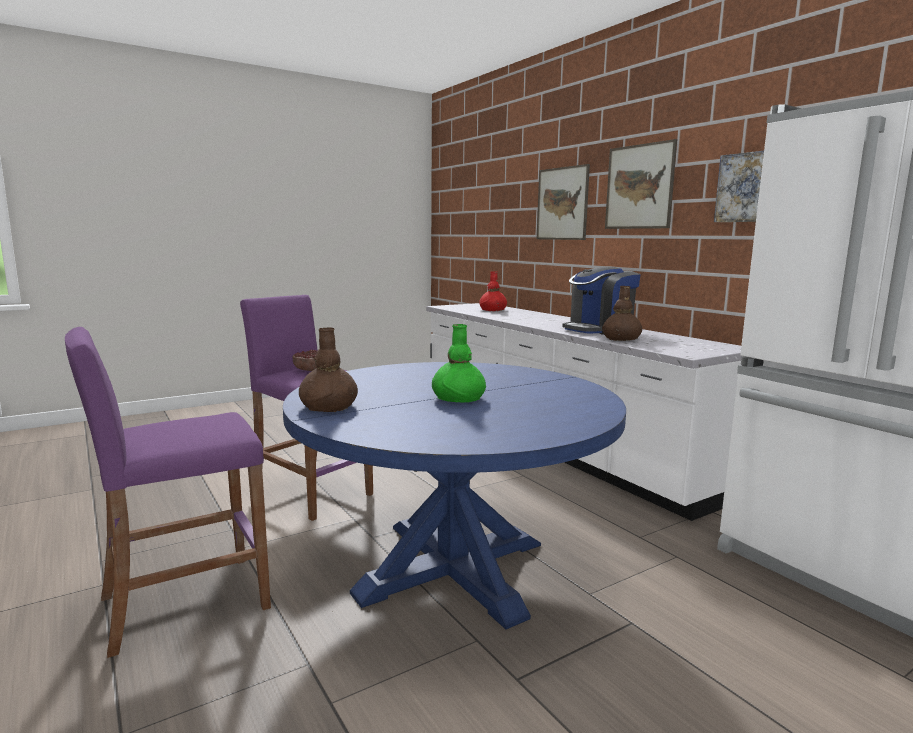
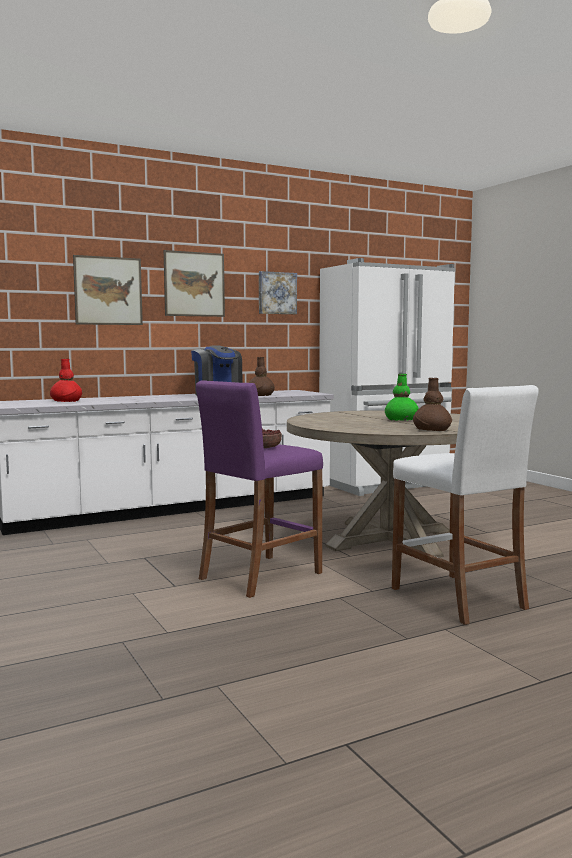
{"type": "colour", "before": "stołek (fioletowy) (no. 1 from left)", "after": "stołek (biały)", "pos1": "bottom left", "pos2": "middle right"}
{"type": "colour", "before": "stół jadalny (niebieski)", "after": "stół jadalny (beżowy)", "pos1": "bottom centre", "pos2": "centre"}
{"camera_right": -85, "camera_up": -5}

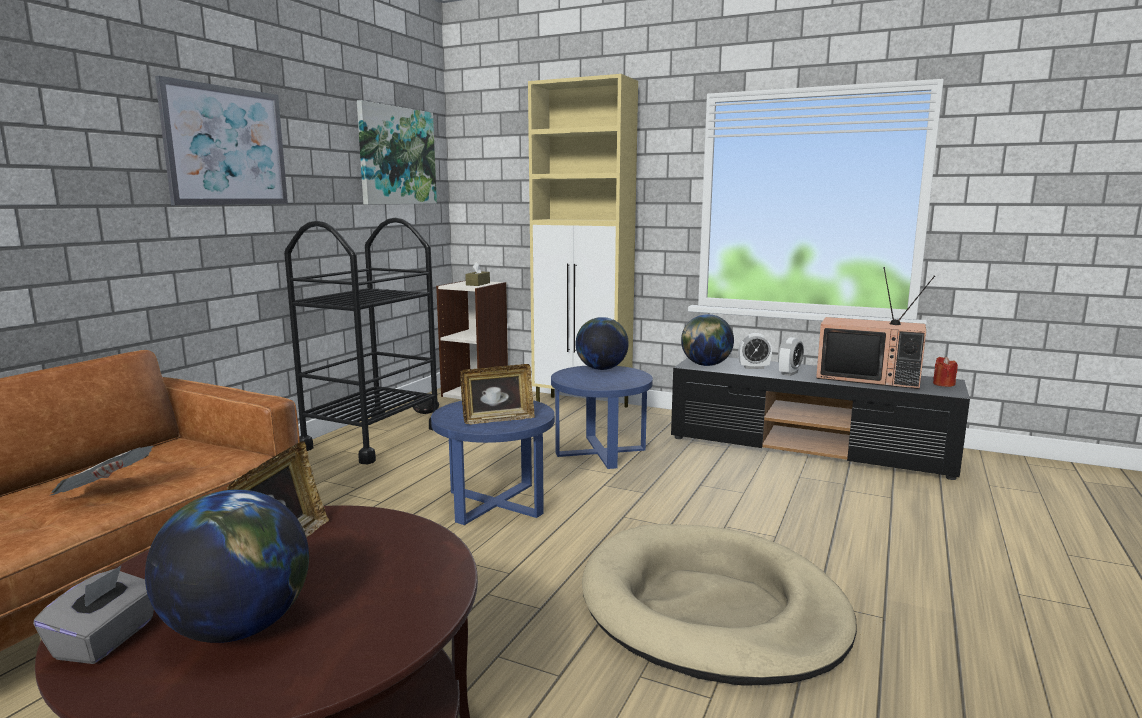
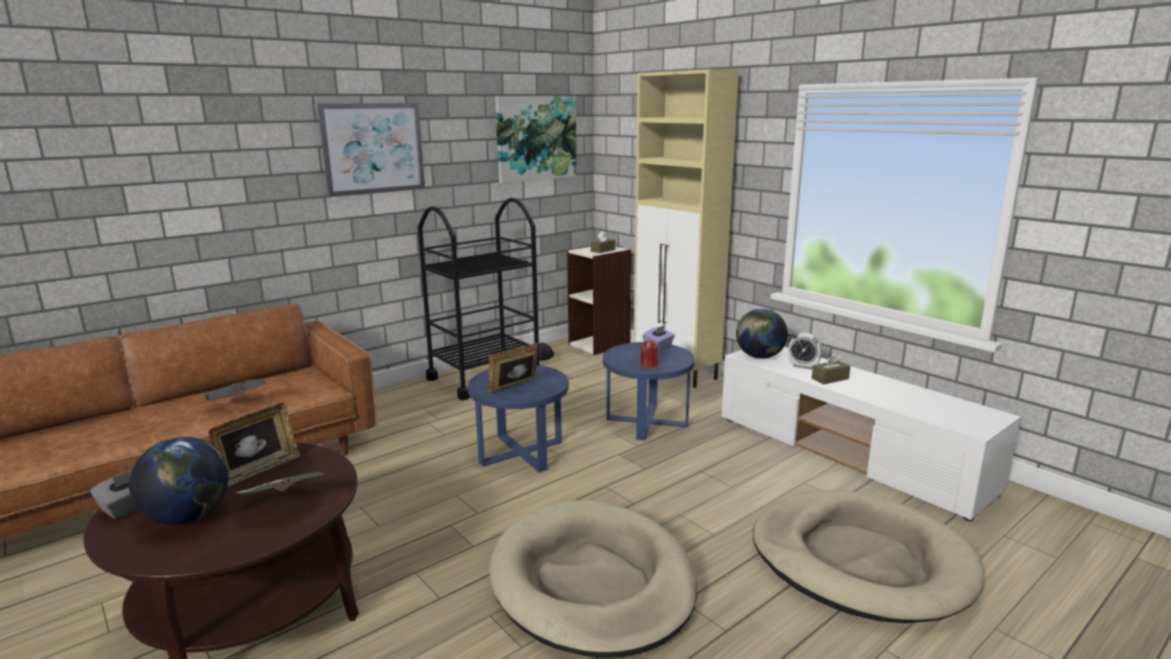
{"type": "missing", "before": "telewizor", "pos1": "middle right"}
{"type": "exchanged", "before": "globus (no. 2 from left)", "after": "pudełko chusteczek (fioletowy)", "pos1": "centre", "pos2": "centre"}
{"type": "exchanged", "before": "budzik (no. 2 from left)", "after": "pudełko chusteczek (brązowy) (no. 2 from left)", "pos1": "middle right", "pos2": "middle right"}
{"type": "colour", "before": "szafka pod telewizor (czarny)", "after": "szafka pod telewizor (biały)", "pos1": "middle right", "pos2": "middle right"}
{"type": "relocated", "before": "świeca (czerwony)", "pos1": "middle right", "pos2": "centre"}
{"type": "spun", "before": "ramka na zdjęcie (no. 2 from left)", "pos1": "centre", "pos2": "centre", "turn": 135}
{"type": "appeared", "after": "gazeta (no. 2 from left)", "pos2": "bottom left"}
{"type": "appeared", "after": "legowisko (beżowy) (no. 2 from left)", "pos2": "bottom right"}
{"camera_right": 25, "camera_up": 5}

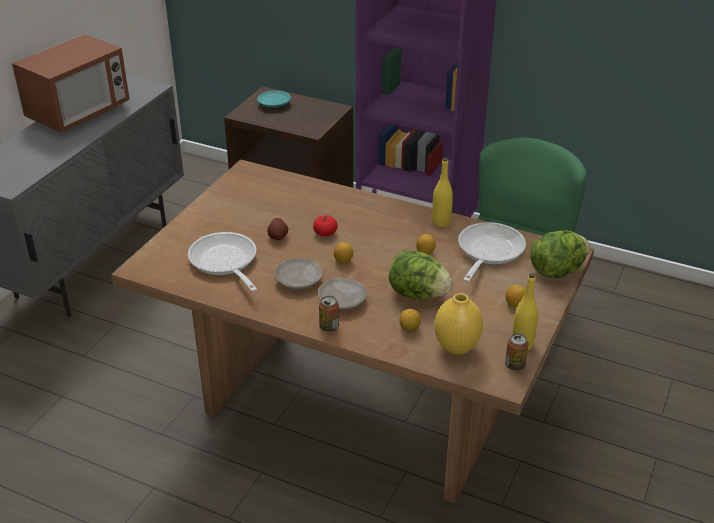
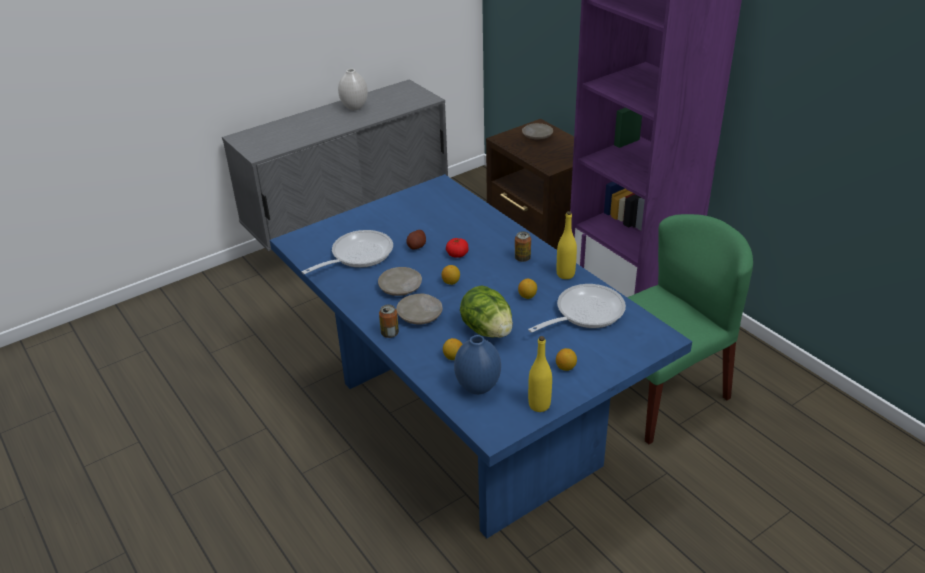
{"type": "exchanged", "before": "mikrofalówka", "after": "wazon (biały)", "pos1": "top left", "pos2": "top centre"}
{"type": "colour", "before": "talerz (turkusowy)", "after": "talerz (beżowy) (no. 3 from left)", "pos1": "top centre", "pos2": "top centre"}
{"type": "colour", "before": "stół jadalny (brązowy)", "after": "stół jadalny (niebieski)", "pos1": "centre", "pos2": "centre"}
{"type": "missing", "before": "sałata (no. 2 from left)", "pos1": "middle right"}
{"type": "spun", "before": "patelnia (no. 1 from left)", "pos1": "middle left", "pos2": "centre", "turn": 45}
{"type": "colour", "before": "wazon (żółty)", "after": "wazon (niebieski)", "pos1": "centre", "pos2": "centre"}
{"type": "relocated", "before": "puszka (no. 2 from left)", "pos1": "bottom right", "pos2": "centre"}
{"camera_right": 30, "camera_up": 0}

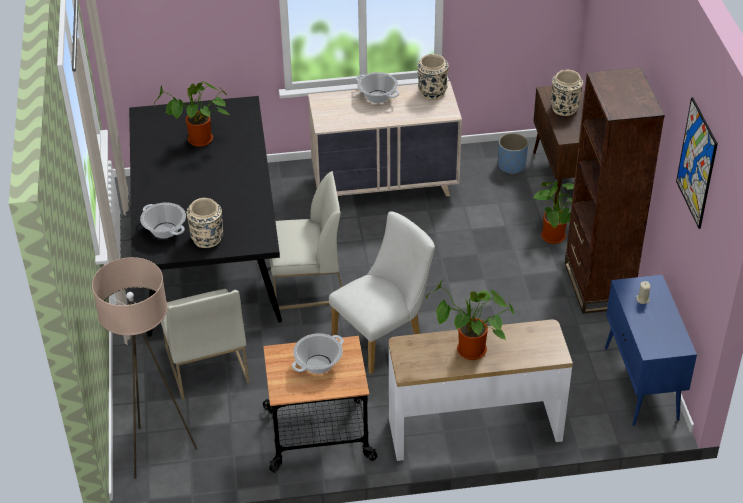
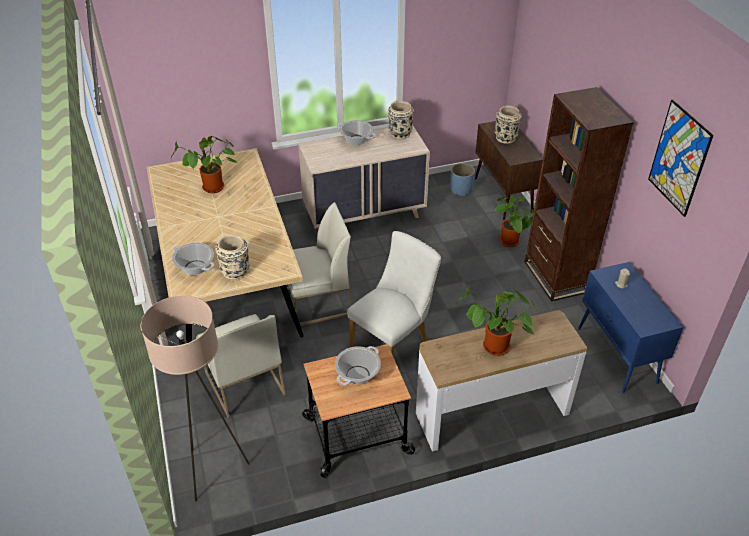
{"type": "colour", "before": "stół jadalny (czarny)", "after": "stół jadalny (beżowy)", "pos1": "middle left", "pos2": "middle left"}
{"camera_right": -10, "camera_up": 0}

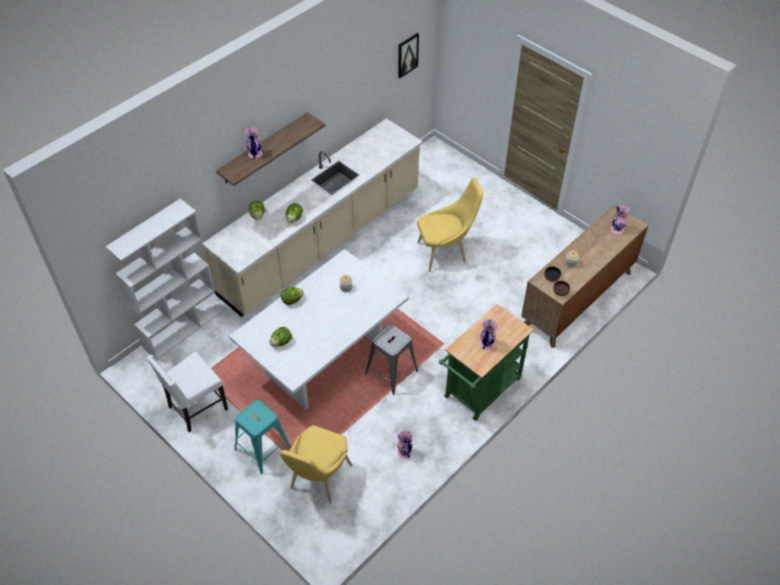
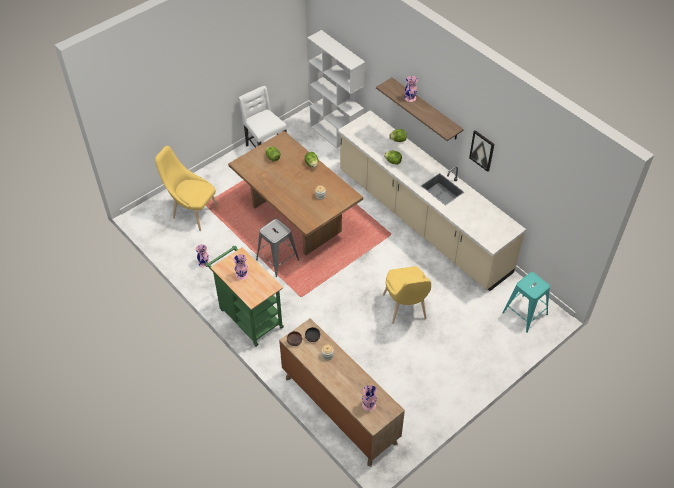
{"type": "relocated", "before": "obraz", "pos1": "top centre", "pos2": "top right"}
{"type": "colour", "before": "stół jadalny (biały)", "after": "stół jadalny (brązowy)", "pos1": "centre", "pos2": "centre"}
{"type": "relocated", "before": "stołek (turkusowy)", "pos1": "bottom centre", "pos2": "middle right"}
{"camera_right": 95, "camera_up": 0}

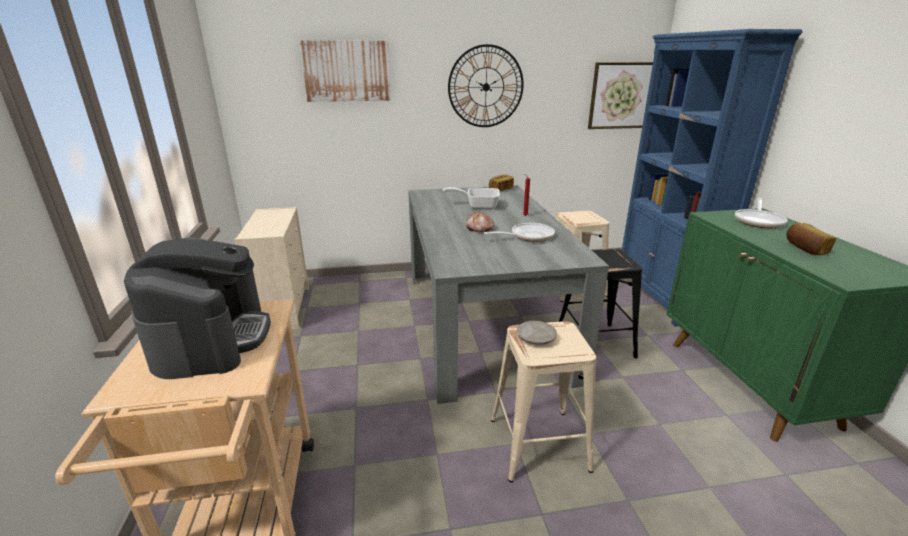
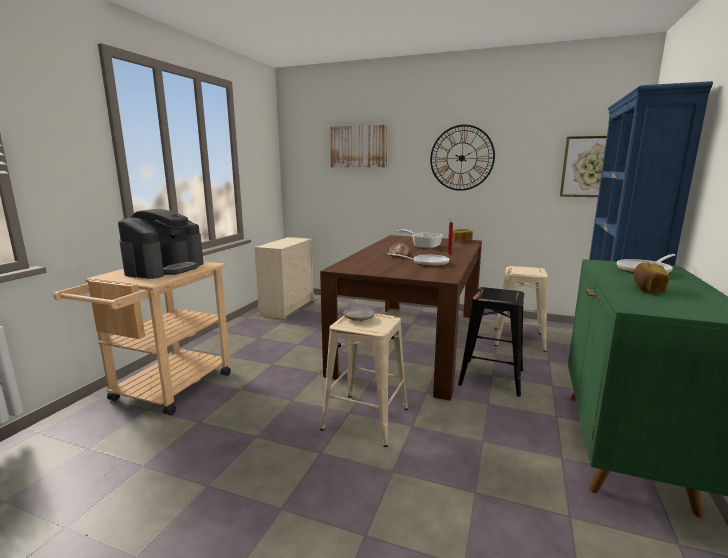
{"type": "colour", "before": "stół jadalny (szary)", "after": "stół jadalny (brązowy)", "pos1": "centre", "pos2": "centre"}
{"camera_right": 30, "camera_up": -10}

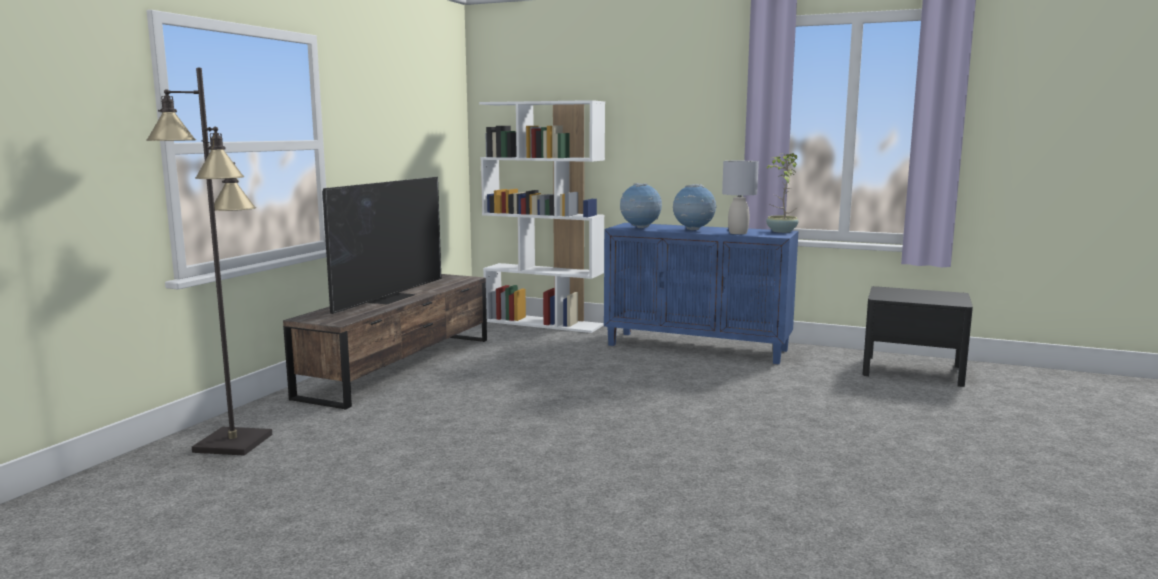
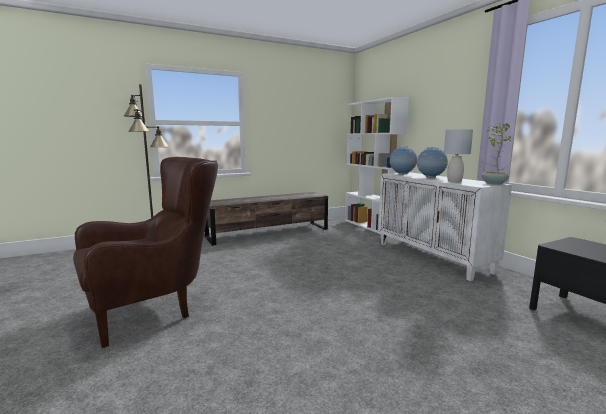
{"type": "missing", "before": "telewizor", "pos1": "middle left"}
{"type": "colour", "before": "szafka (niebieski)", "after": "szafka (biały)", "pos1": "centre", "pos2": "middle right"}
{"type": "appeared", "after": "fotel (brązowy)", "pos2": "middle left"}
{"camera_right": 40, "camera_up": 0}

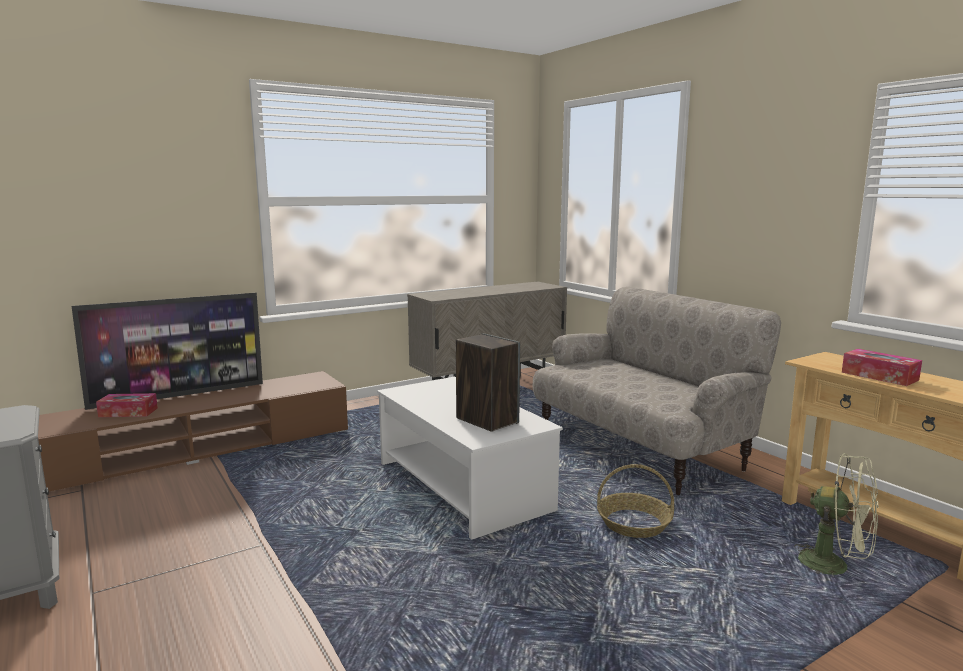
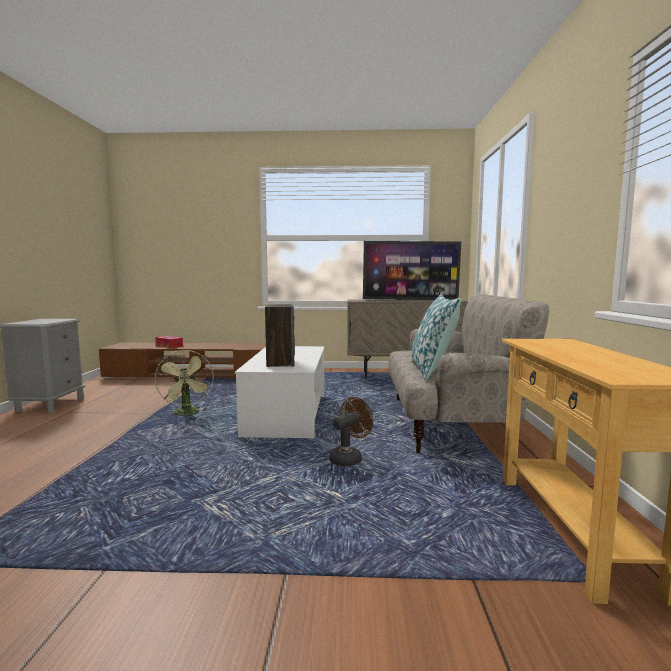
{"type": "relocated", "before": "telewizor", "pos1": "middle left", "pos2": "centre"}
{"type": "missing", "before": "pudełko chusteczek (no. 2 from left)", "pos1": "middle right"}
{"type": "relocated", "before": "wentylator (zielony)", "pos1": "bottom right", "pos2": "middle left"}
{"type": "exchanged", "before": "koszyk", "after": "wentylator (brązowy)", "pos1": "bottom centre", "pos2": "centre"}
{"type": "appeared", "after": "poduszka", "pos2": "centre"}
{"camera_right": 35, "camera_up": -5}

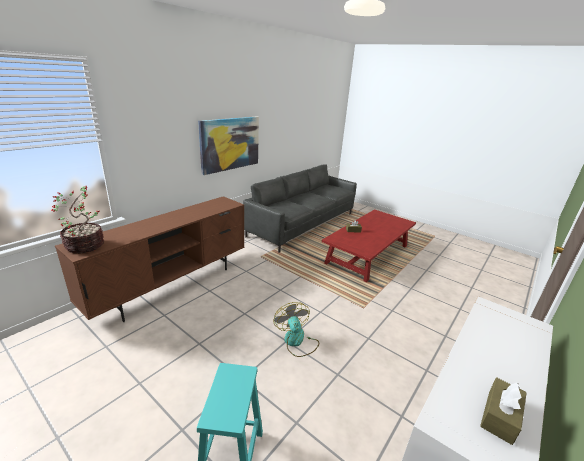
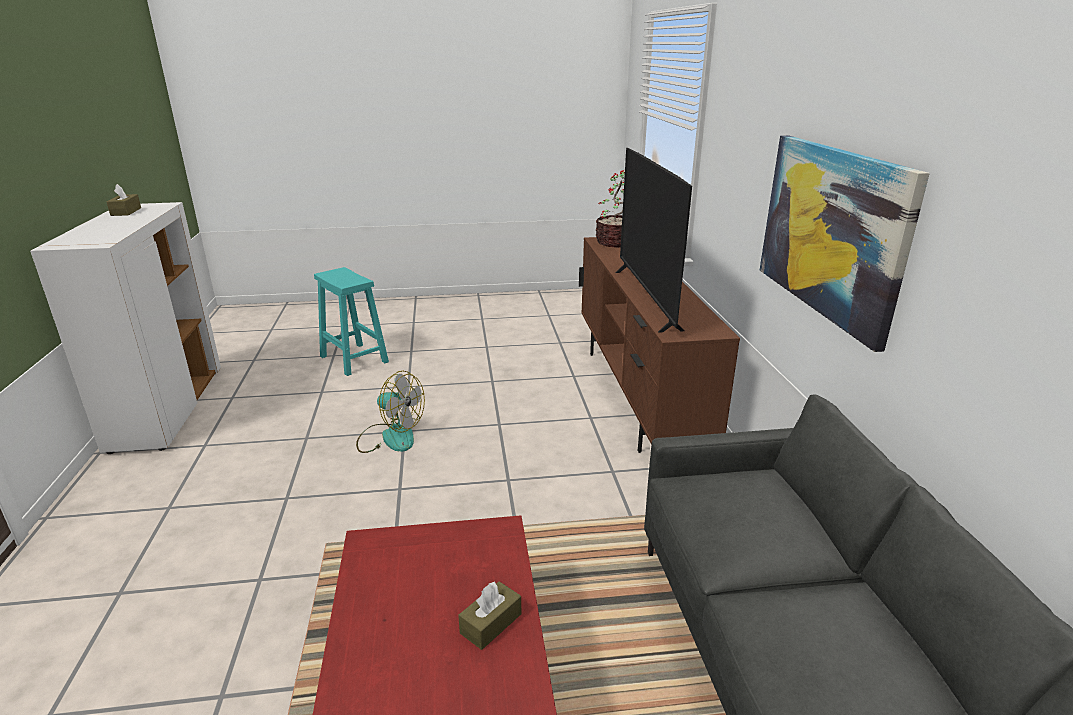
{"type": "appeared", "after": "telewizor", "pos2": "centre"}
{"camera_right": 135, "camera_up": 0}

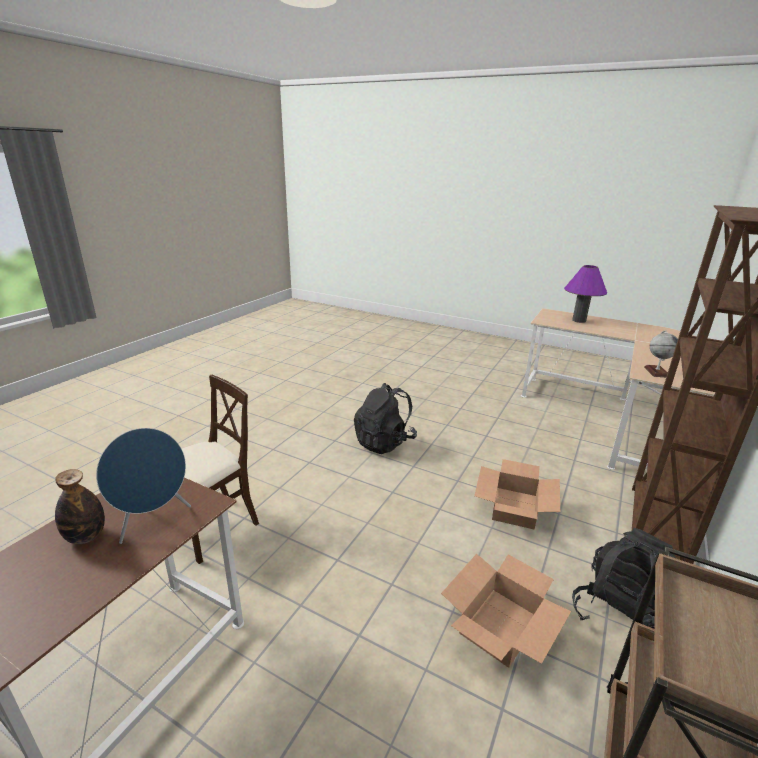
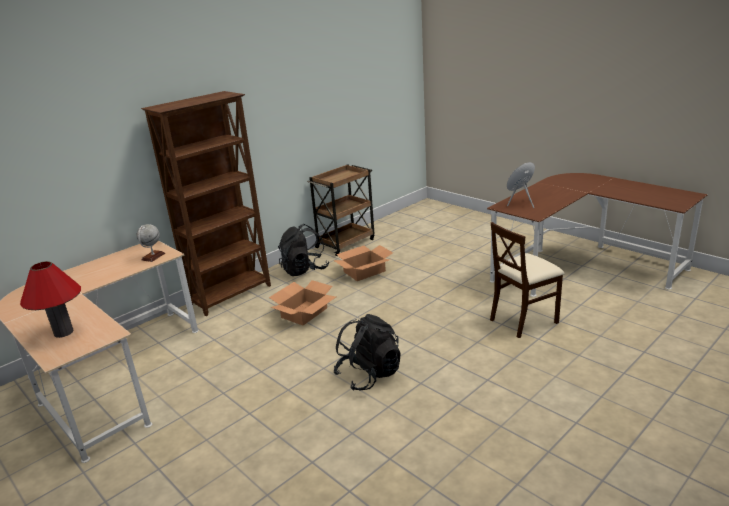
{"type": "colour", "before": "lampa stołowa (fioletowy)", "after": "lampa stołowa (czerwony)", "pos1": "middle right", "pos2": "middle left"}
{"type": "missing", "before": "butelka", "pos1": "bottom left"}
{"camera_right": -160, "camera_up": 0}

